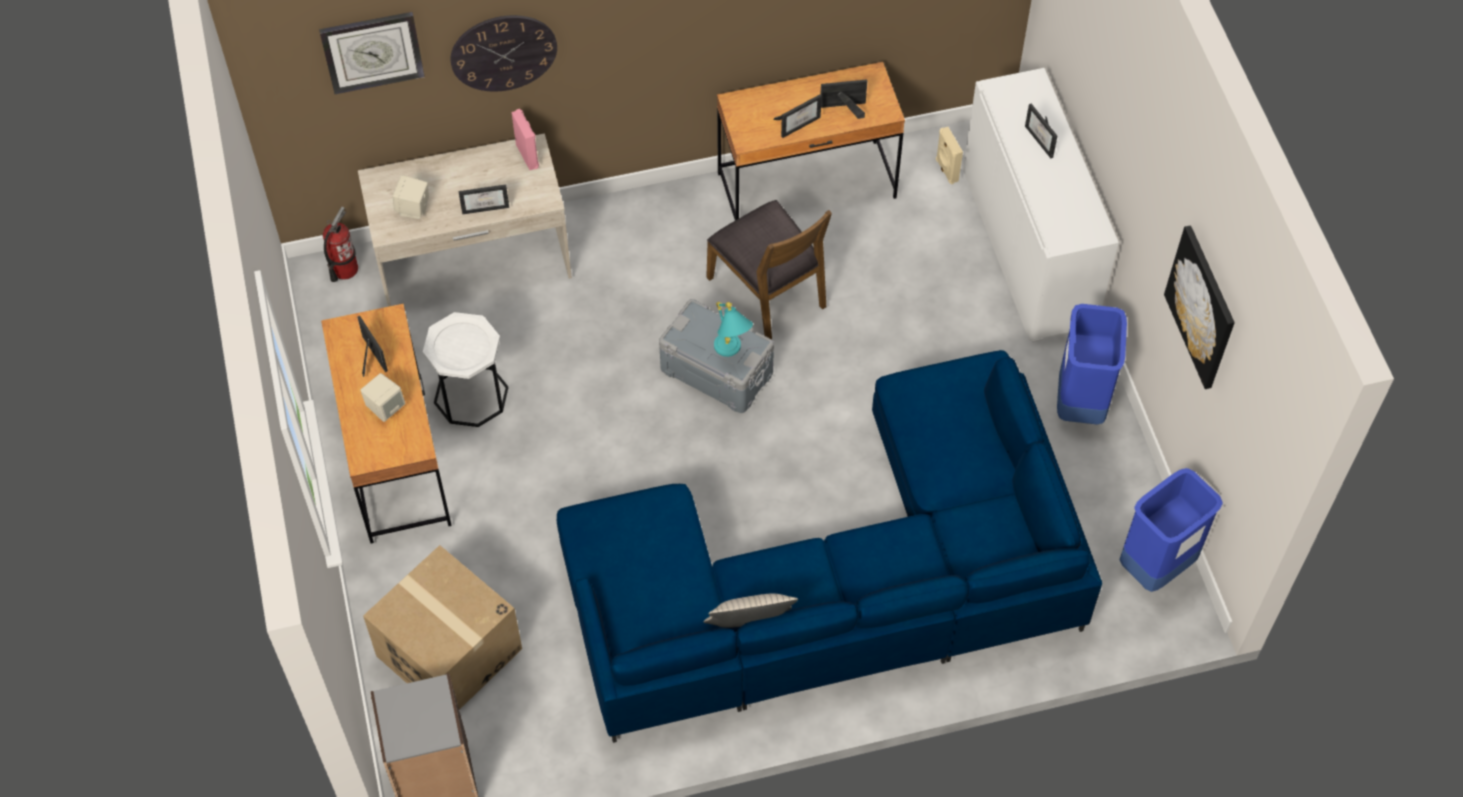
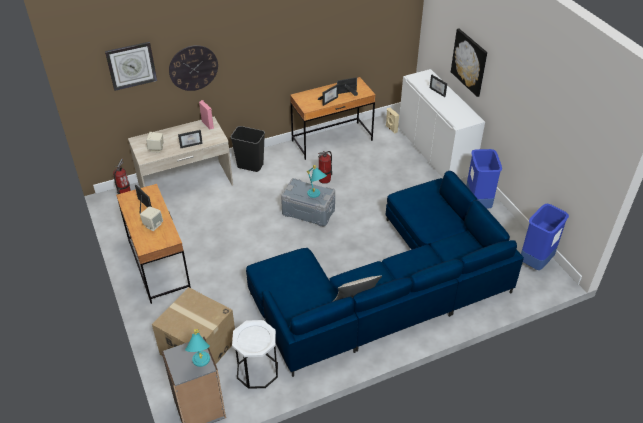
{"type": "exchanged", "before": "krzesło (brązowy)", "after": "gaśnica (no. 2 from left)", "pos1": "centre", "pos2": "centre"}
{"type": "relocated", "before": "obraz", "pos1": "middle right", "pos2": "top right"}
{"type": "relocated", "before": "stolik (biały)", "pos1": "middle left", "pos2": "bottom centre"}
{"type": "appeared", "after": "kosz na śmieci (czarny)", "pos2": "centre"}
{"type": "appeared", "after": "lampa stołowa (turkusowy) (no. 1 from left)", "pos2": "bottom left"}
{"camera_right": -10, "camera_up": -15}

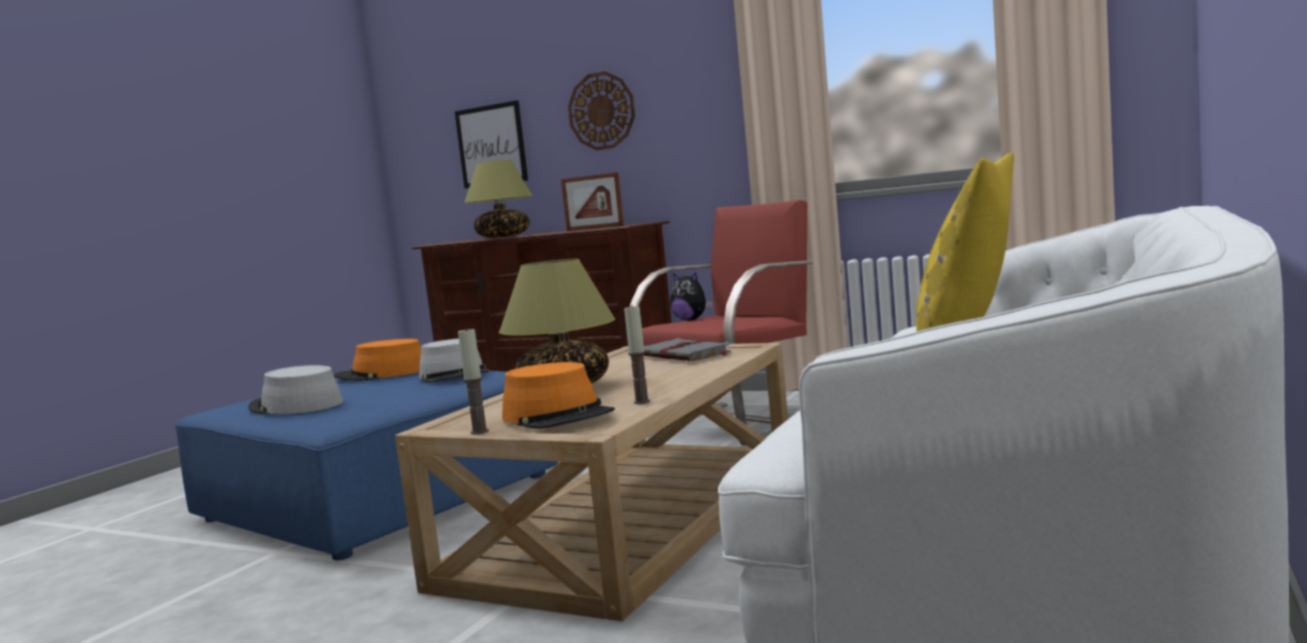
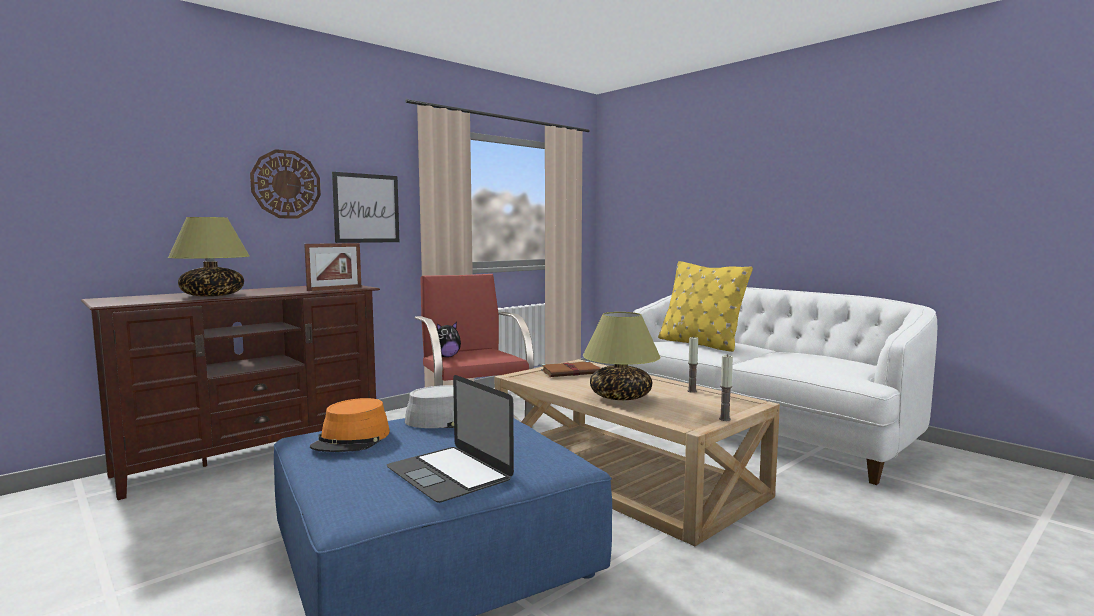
{"type": "relocated", "before": "obraz", "pos1": "top centre", "pos2": "centre"}
{"type": "colour", "before": "książka (szary)", "after": "książka (brązowy)", "pos1": "centre", "pos2": "centre"}
{"type": "missing", "before": "kapelusz (pomarańczowy) (no. 2 from left)", "pos1": "centre"}
{"type": "exchanged", "before": "kapelusz (szary) (no. 1 from left)", "after": "laptop", "pos1": "middle left", "pos2": "bottom centre"}
{"camera_right": -70, "camera_up": 0}

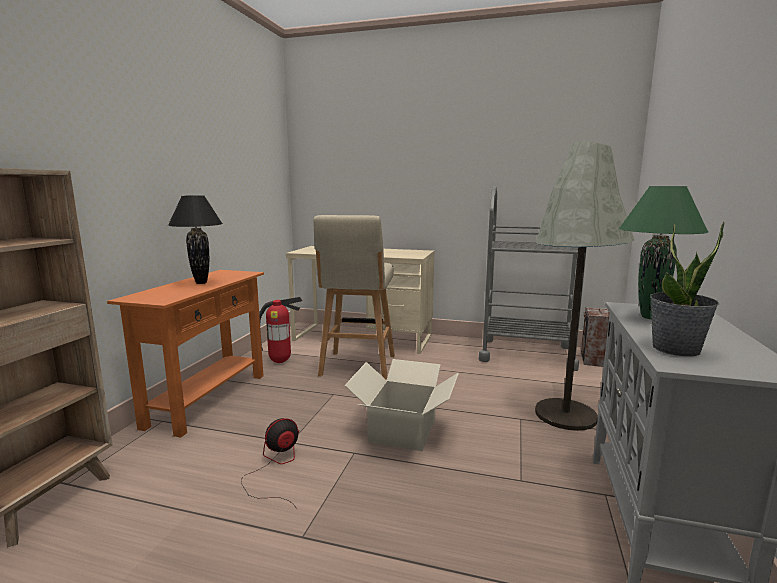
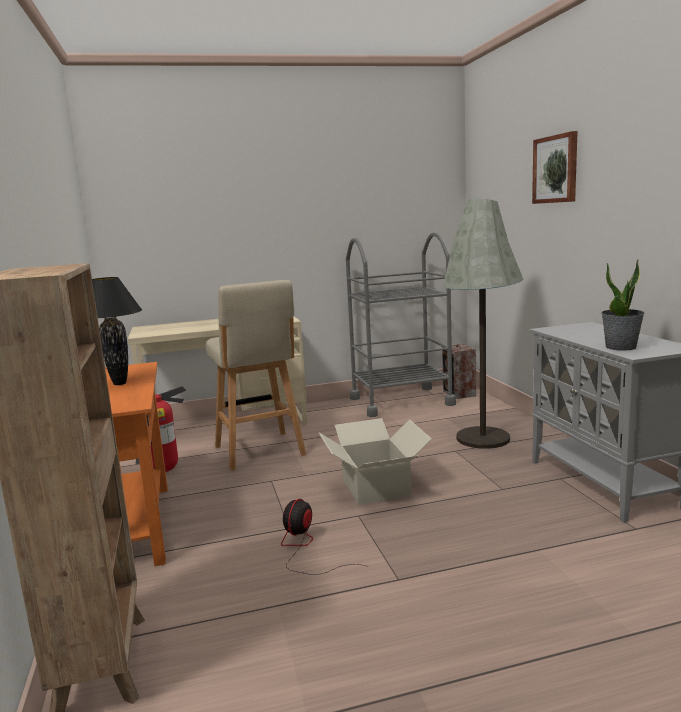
{"type": "missing", "before": "lampa stołowa (zielony)", "pos1": "middle right"}
{"type": "appeared", "after": "obraz", "pos2": "top right"}
{"camera_right": -30, "camera_up": 0}

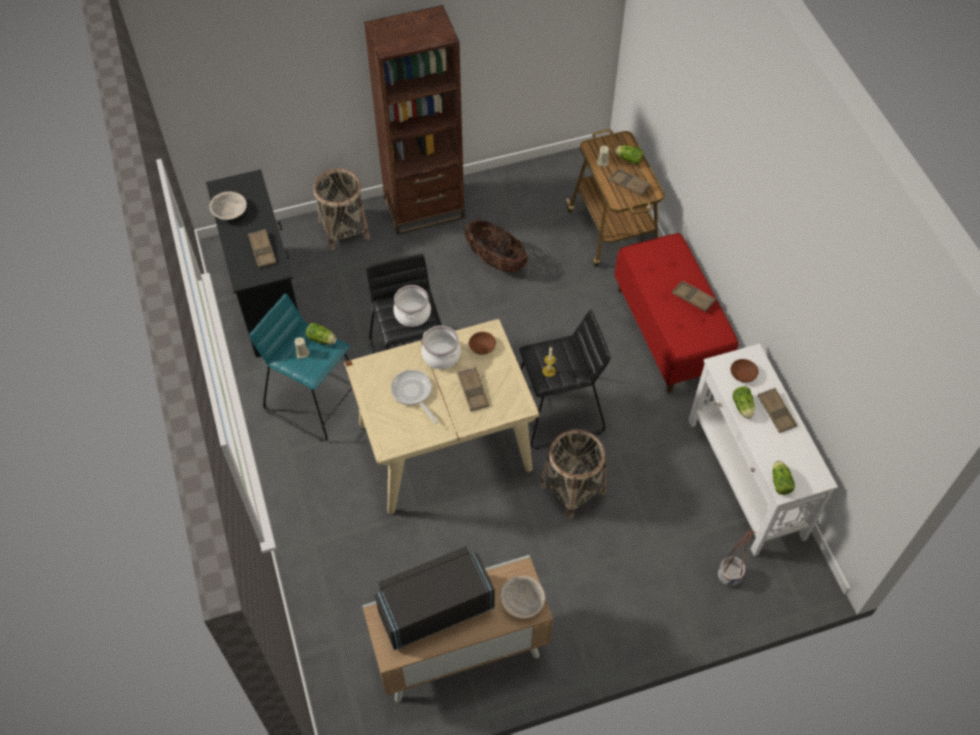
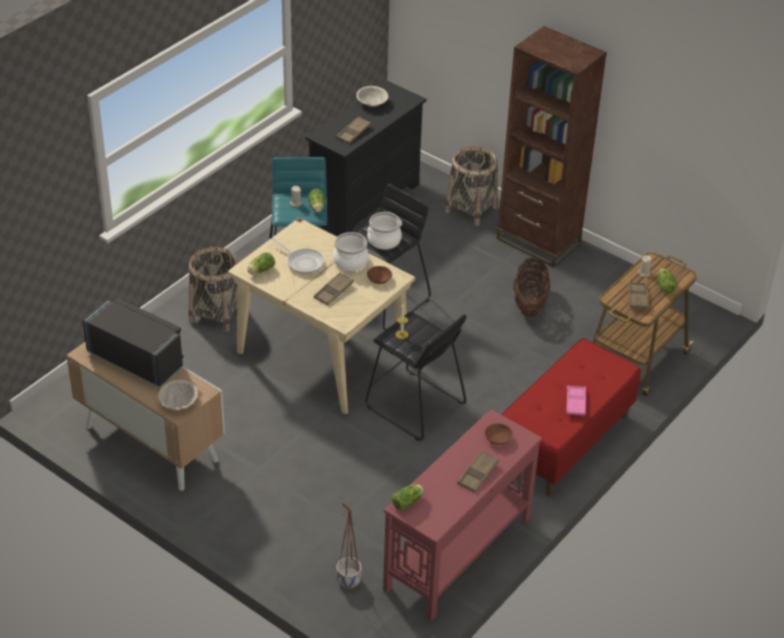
{"type": "colour", "before": "taca (brązowy) (no. 4 from left)", "after": "taca (różowy)", "pos1": "middle right", "pos2": "middle right"}
{"type": "colour", "before": "stolik konsolowy (biały)", "after": "stolik konsolowy (czerwony)", "pos1": "middle right", "pos2": "bottom centre"}
{"type": "spun", "before": "patelnia", "pos1": "centre", "pos2": "centre", "turn": 105}
{"type": "relocated", "before": "sałata (no. 3 from left in the first image)", "after": "sałata (no. 1 from left)", "pos1": "middle right", "pos2": "middle left"}
{"type": "relocated", "before": "koszyk (no. 3 from left in the first image)", "after": "koszyk (no. 1 from left)", "pos1": "centre", "pos2": "middle left"}
{"camera_right": 55, "camera_up": -15}

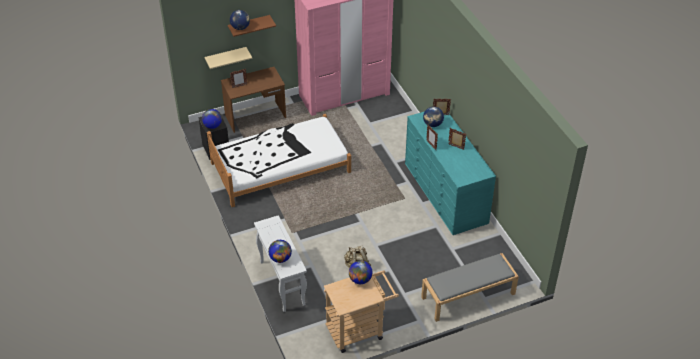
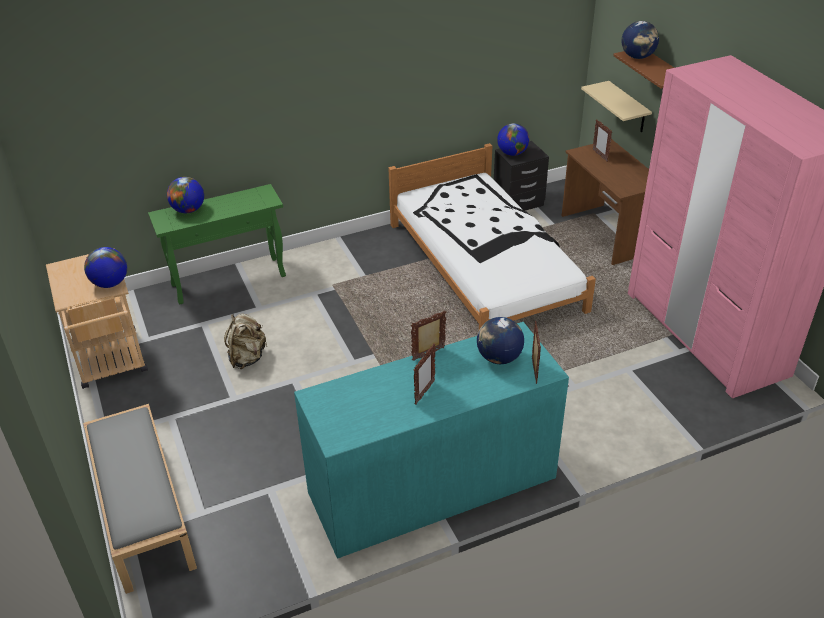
{"type": "colour", "before": "stolik konsolowy (biały)", "after": "stolik konsolowy (zielony)", "pos1": "bottom centre", "pos2": "middle left"}
{"camera_right": 90, "camera_up": -5}

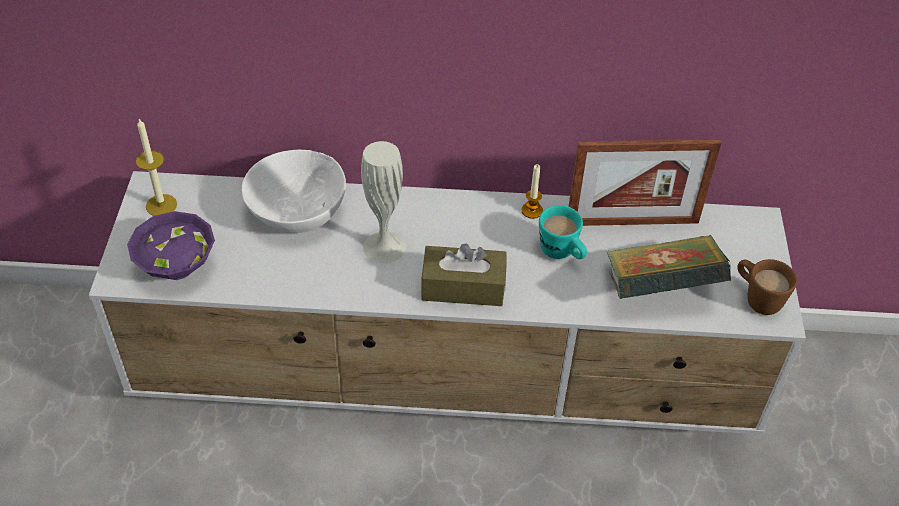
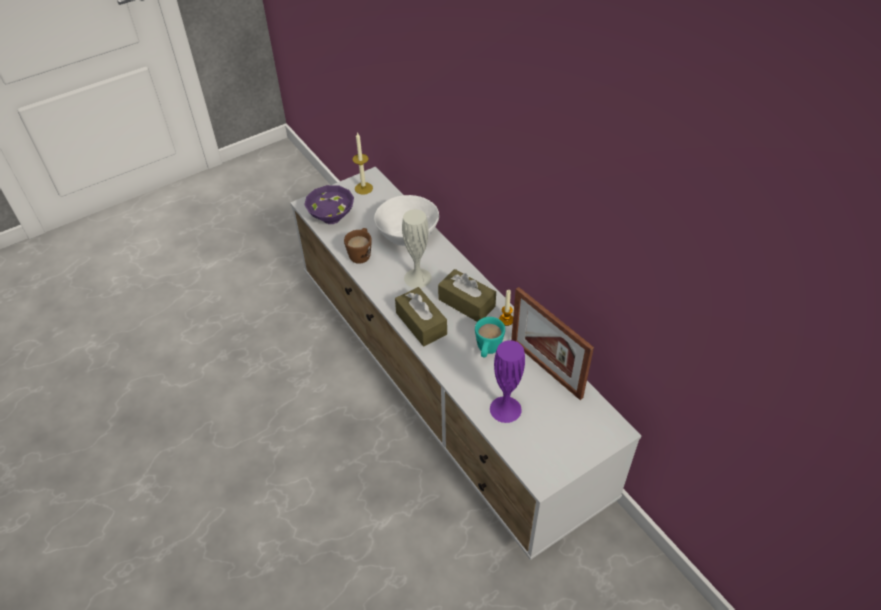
{"type": "exchanged", "before": "książka", "after": "wazon (fioletowy)", "pos1": "middle right", "pos2": "centre"}
{"type": "relocated", "before": "kubek (brązowy)", "pos1": "middle right", "pos2": "centre"}
{"type": "appeared", "after": "pudełko chusteczek (brązowy) (no. 2 from left)", "pos2": "centre"}
{"camera_right": 55, "camera_up": 0}

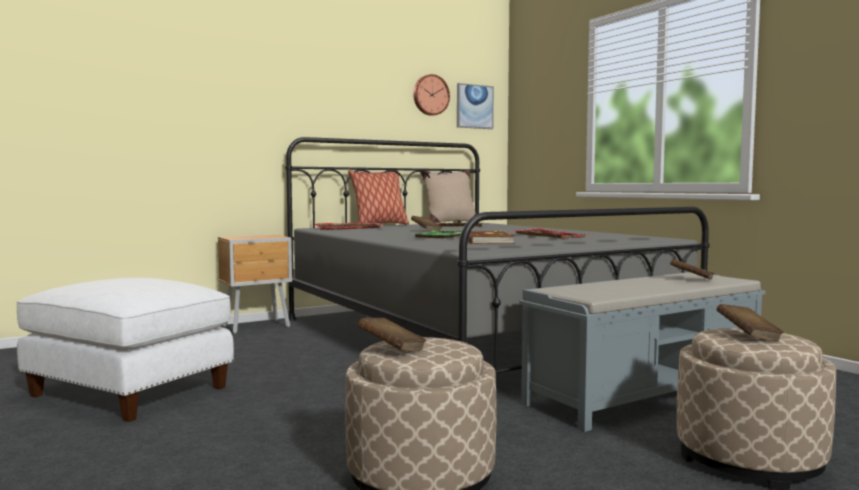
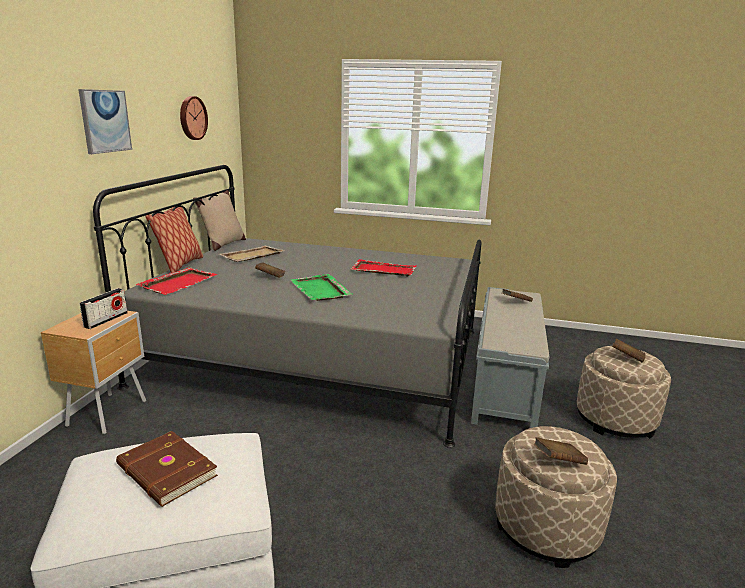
{"type": "relocated", "before": "obraz", "pos1": "top centre", "pos2": "top left"}
{"type": "relocated", "before": "książka (brązowy) (no. 3 from left in the first image)", "after": "książka (brązowy) (no. 1 from left)", "pos1": "centre", "pos2": "bottom left"}
{"type": "appeared", "after": "radio", "pos2": "middle left"}
{"camera_right": -45, "camera_up": 15}

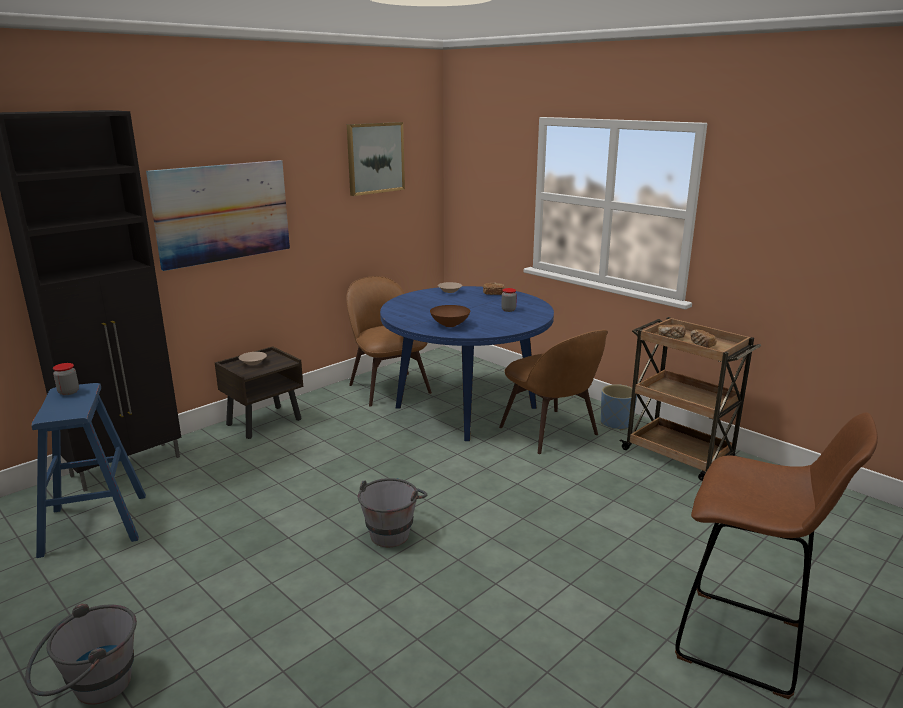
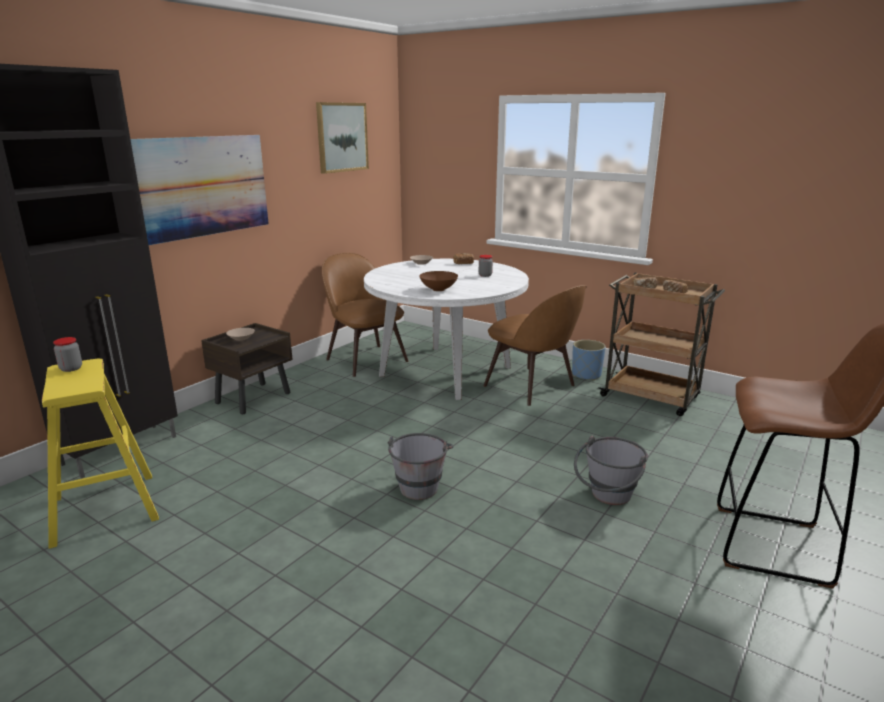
{"type": "colour", "before": "stół jadalny (niebieski)", "after": "stół jadalny (biały)", "pos1": "centre", "pos2": "centre"}
{"type": "colour", "before": "stołek (niebieski)", "after": "stołek (żółty)", "pos1": "middle left", "pos2": "middle left"}
{"type": "relocated", "before": "wiadro (szary) (no. 1 from left in the first image)", "after": "wiadro (szary) (no. 2 from left)", "pos1": "bottom left", "pos2": "bottom right"}
{"camera_right": -10, "camera_up": 0}

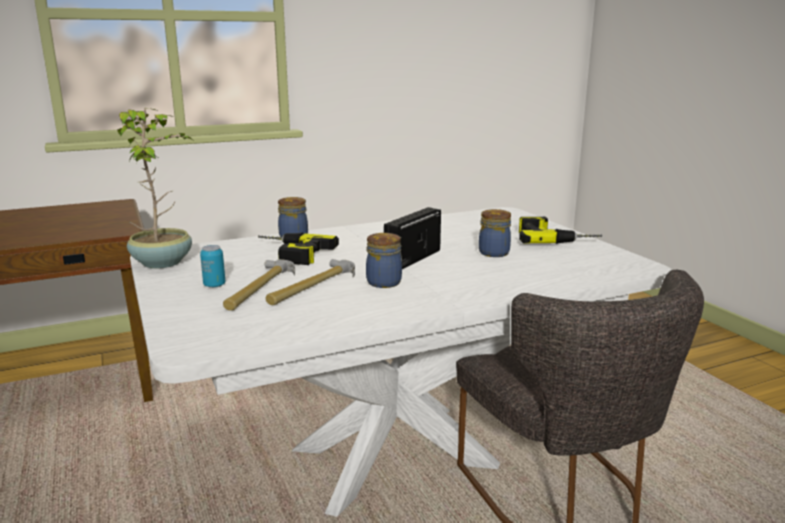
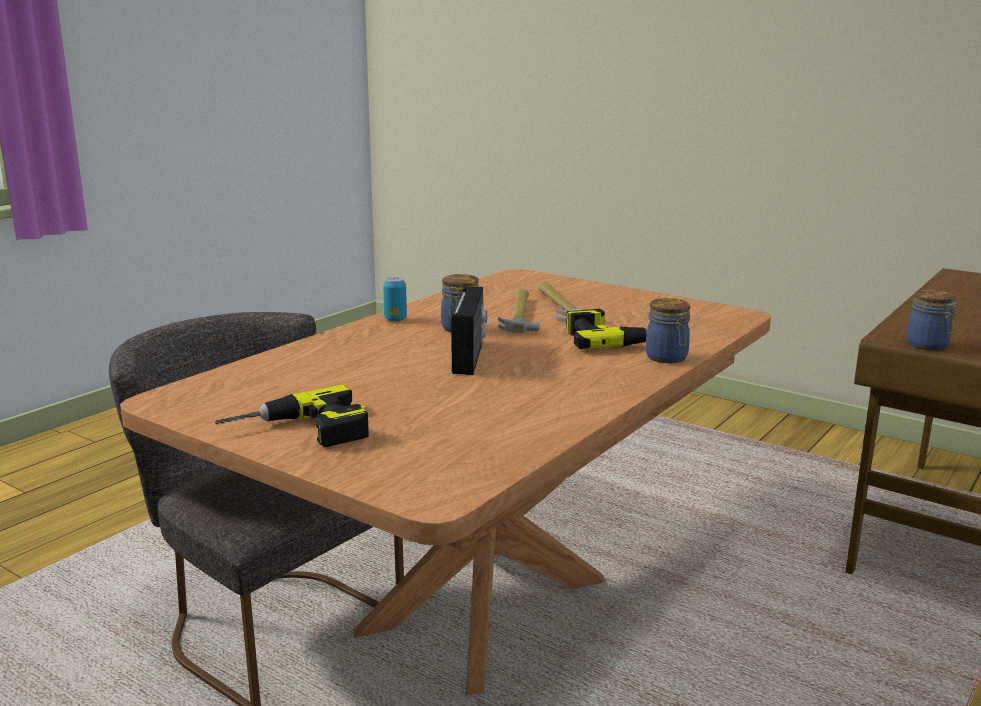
{"type": "missing", "before": "roślina doniczkowa", "pos1": "middle left"}
{"type": "colour", "before": "stół jadalny (biały)", "after": "stół jadalny (brązowy)", "pos1": "bottom centre", "pos2": "bottom centre"}
{"type": "relocated", "before": "słoik (no. 3 from left)", "pos1": "centre", "pos2": "middle right"}
{"type": "relocated", "before": "puszka", "pos1": "middle left", "pos2": "centre"}
{"camera_right": 150, "camera_up": 0}

